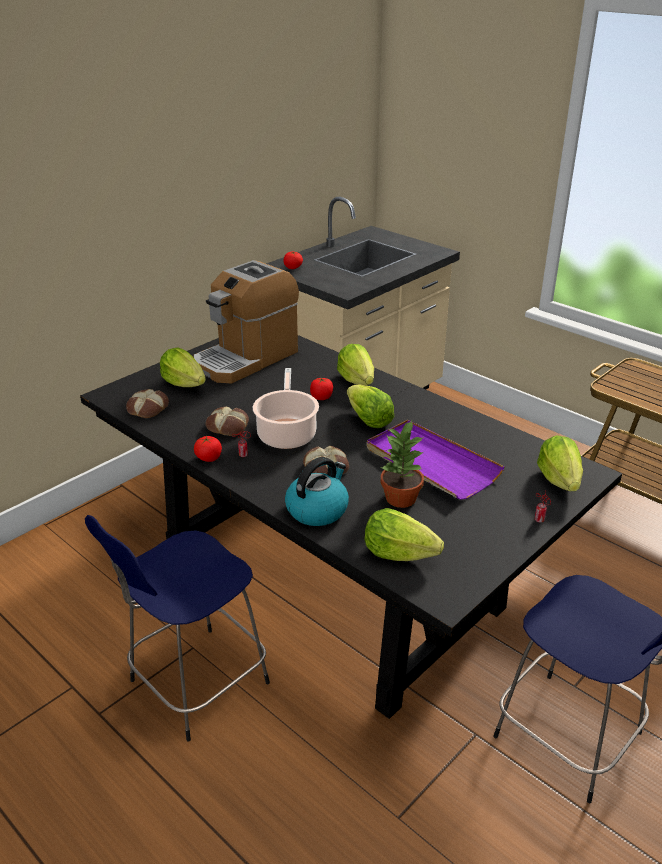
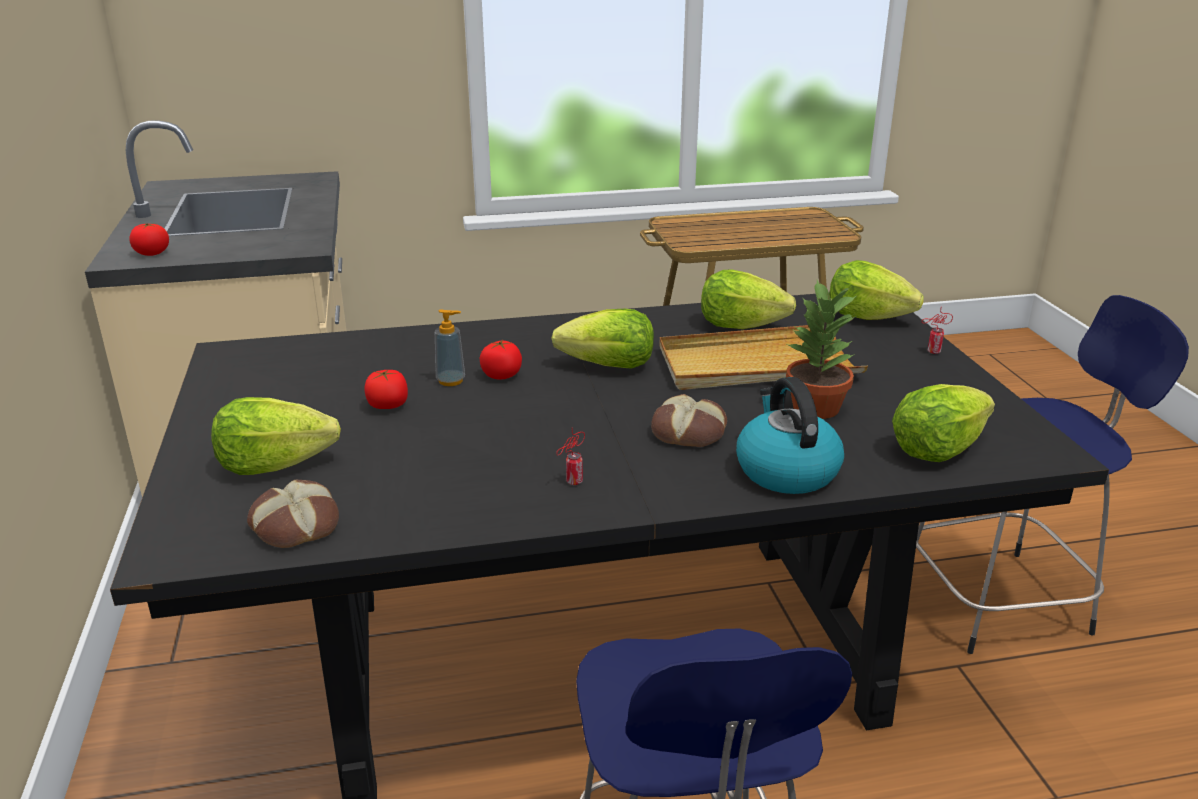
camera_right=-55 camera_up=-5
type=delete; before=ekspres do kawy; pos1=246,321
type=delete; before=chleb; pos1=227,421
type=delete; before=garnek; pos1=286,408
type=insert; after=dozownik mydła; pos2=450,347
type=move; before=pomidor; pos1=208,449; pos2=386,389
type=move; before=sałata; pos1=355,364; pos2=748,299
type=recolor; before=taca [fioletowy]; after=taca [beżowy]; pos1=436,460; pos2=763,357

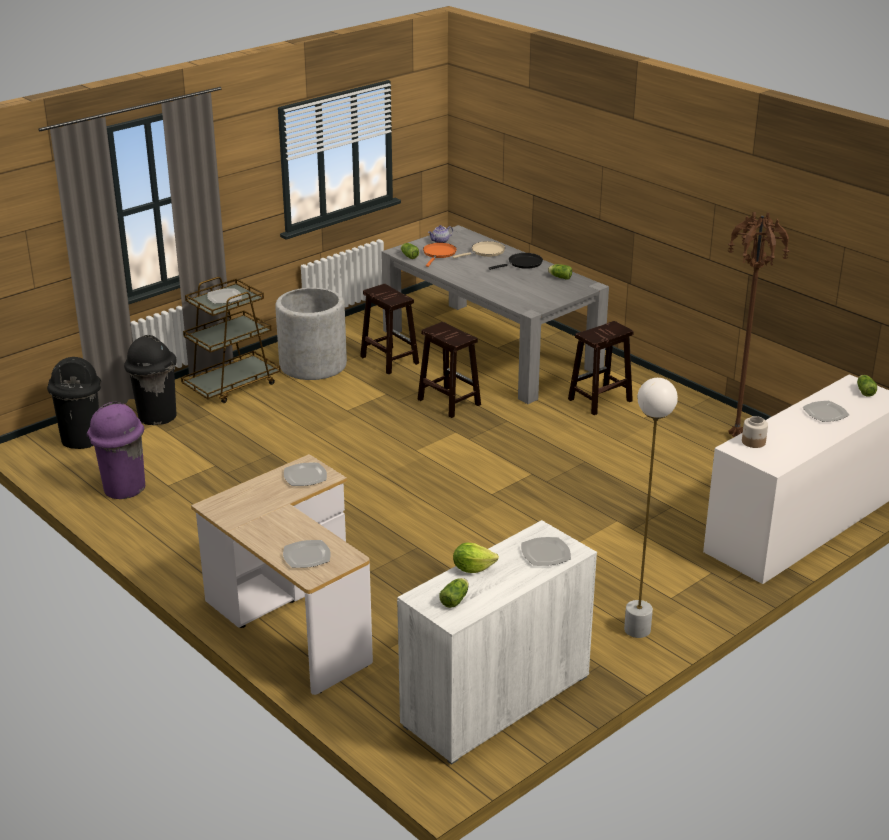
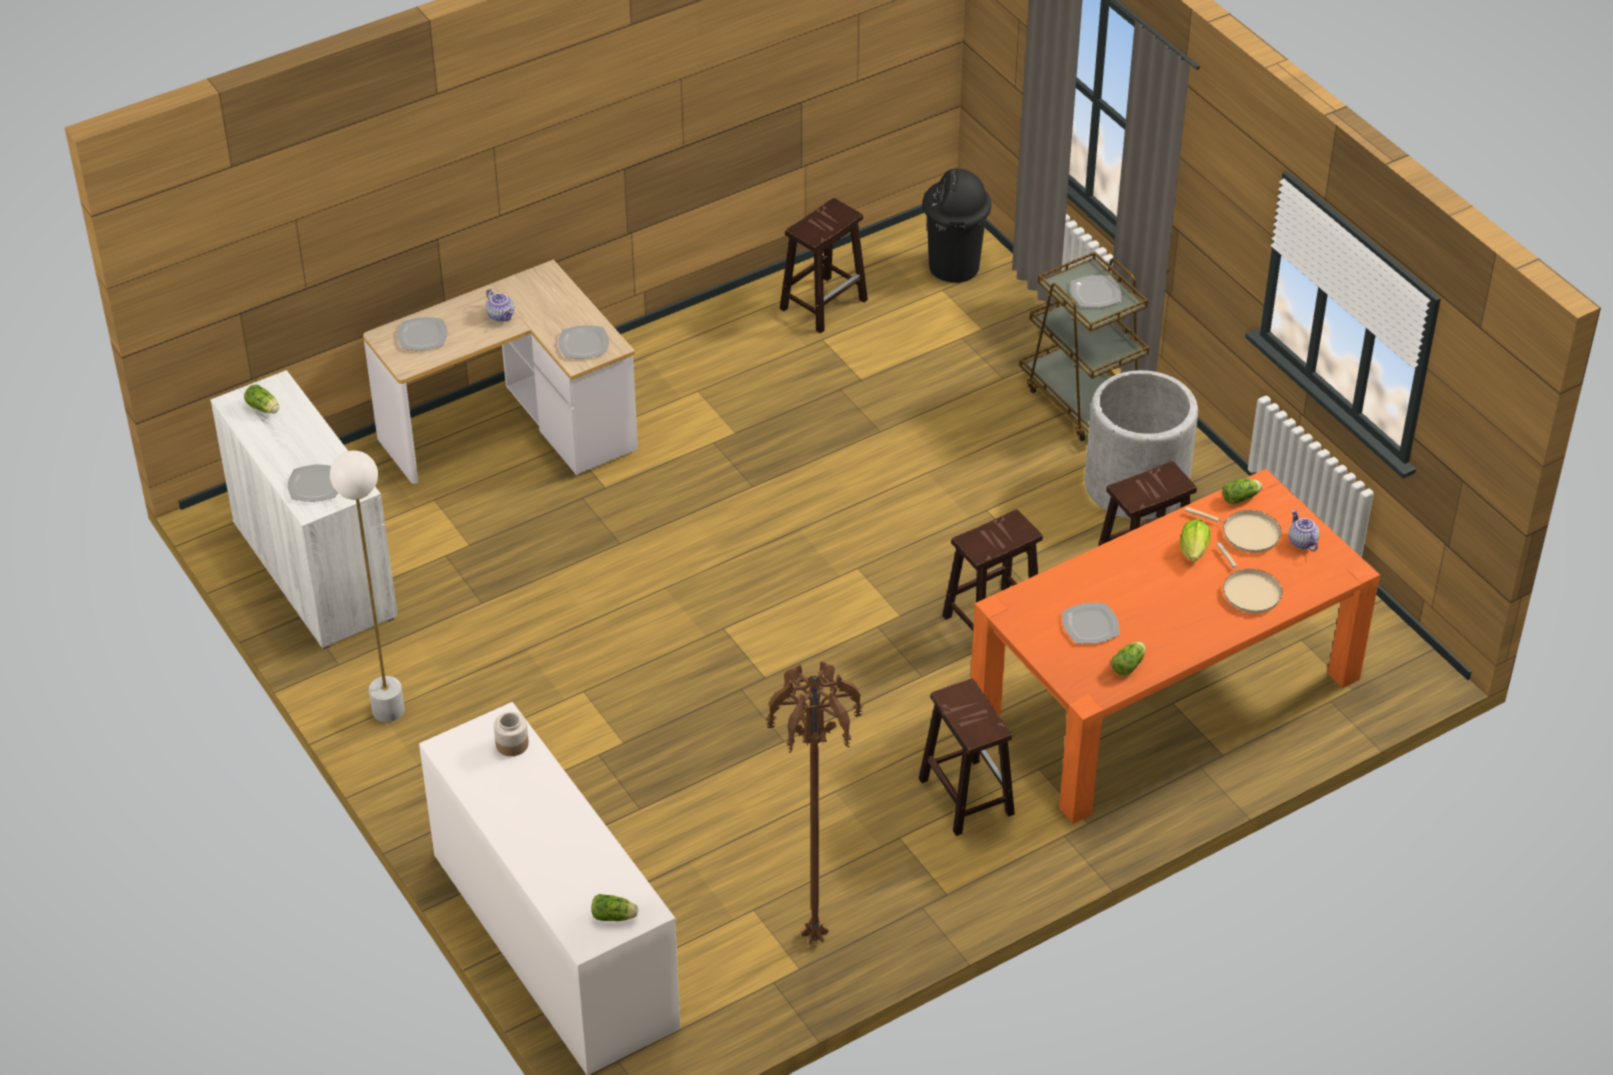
camera_right=100 camera_up=15
type=delete; before=kosz na śmieci [czarny]; pos1=150,380
type=delete; before=patelnia [czarny]; pos1=516,261
type=insert; after=imbryk; pos2=500,305
type=move; before=sałata; pos1=476,558; pos2=1195,540
type=move; before=talerz; pos1=826,411; pos2=1091,623
type=replace; before=kosz na śmieci [fioletowy]; after=stołek [brązowy]; pos1=116,450; pos2=824,266
type=recolor; before=stół jadalny [szary]; after=stół jadalny [pomarańczowy]; pos1=495,314; pos2=1175,646
type=recolor; before=patelnia [pomarańczowy]; after=patelnia [beżowy]; pos1=440,255; pos2=1233,530

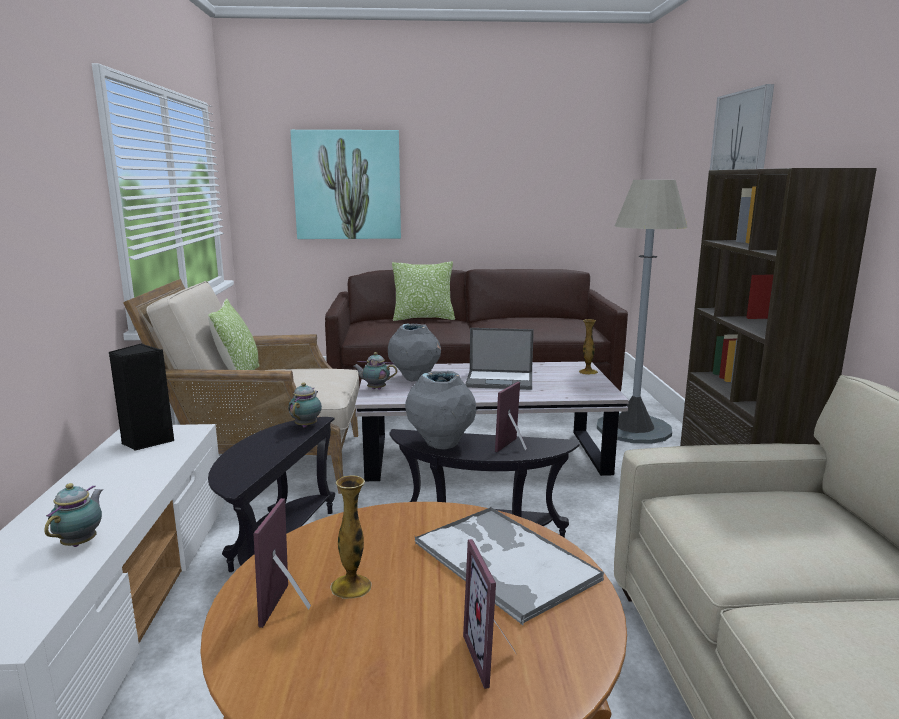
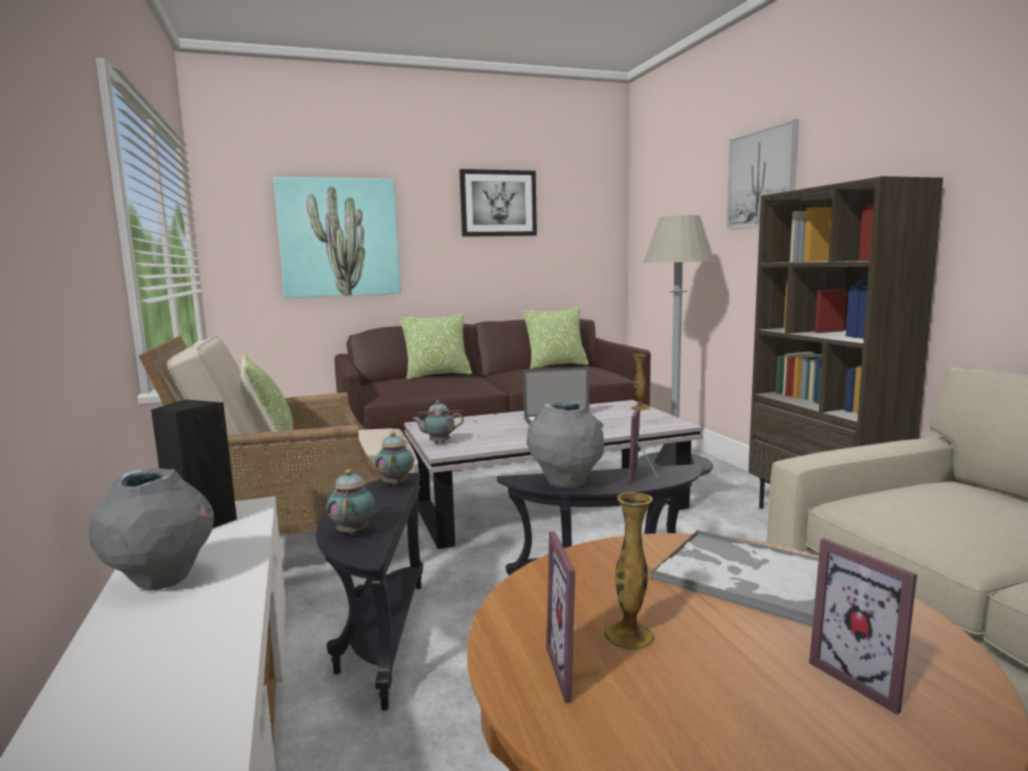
camera_right=-15 camera_up=-5
type=insert; after=obraz; pos2=498,203
type=insert; after=poduszka; pos2=556,338
type=move; before=imbryk; pos1=73,515; pos2=350,502
type=move; before=wazon [szary]; pos1=414,352; pos2=151,529

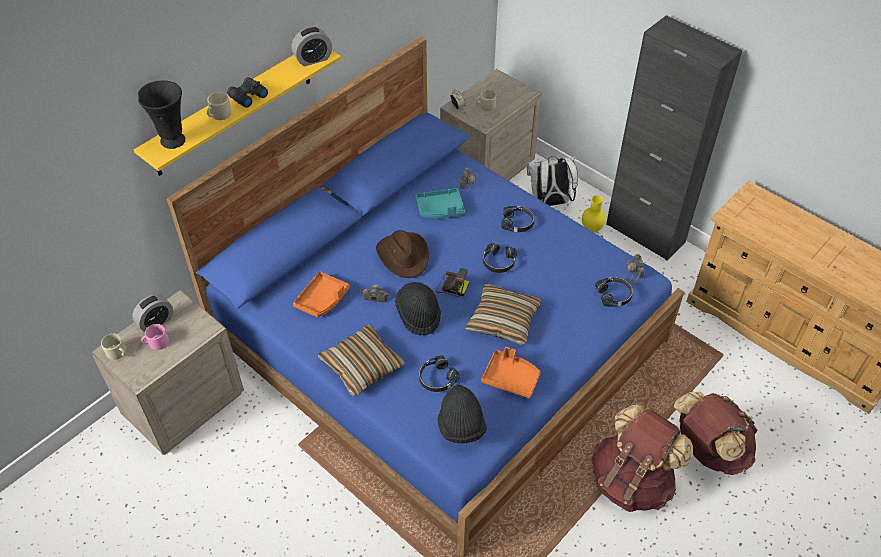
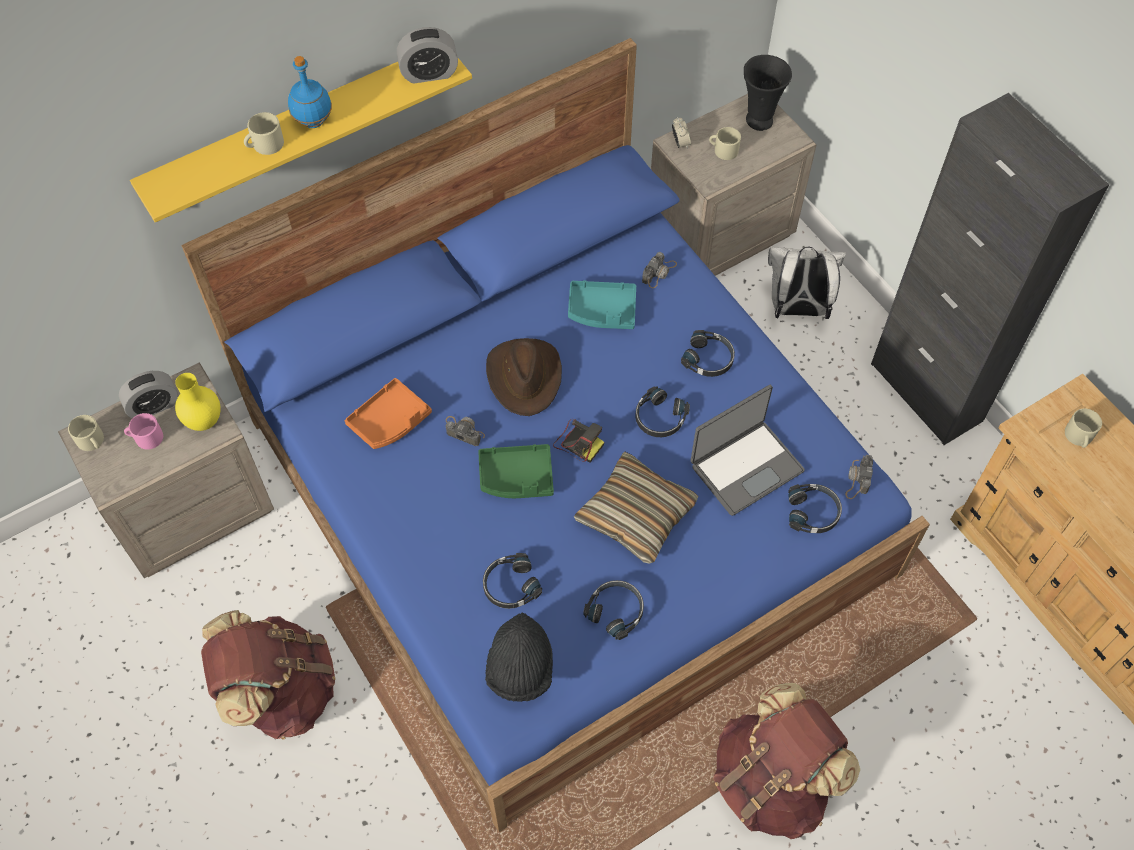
camera_right=15 camera_up=10
type=delete; before=poduszka; pos1=361,360
type=insert; after=laptop; pos2=748,450
type=insert; after=kubek [beżowy]; pos2=1083,428
type=move; before=wazon [czarny]; pos1=161,115; pos2=768,93
type=move; before=wazon [żółty]; pos1=594,213; pos2=198,402
type=move; before=plecak [brązowy]; pos1=716,433; pos2=268,674
type=replace; before=lornetka [czarny]; after=butelka [niebieski]; pos1=247,92; pos2=310,92
type=replace; before=kapelusz [czarny]; after=taca [zielony]; pos1=418,308; pos2=516,471
type=replace; before=taca [pomarańczowy]; after=słuchawki [czarny]; pos1=511,373; pos2=613,610

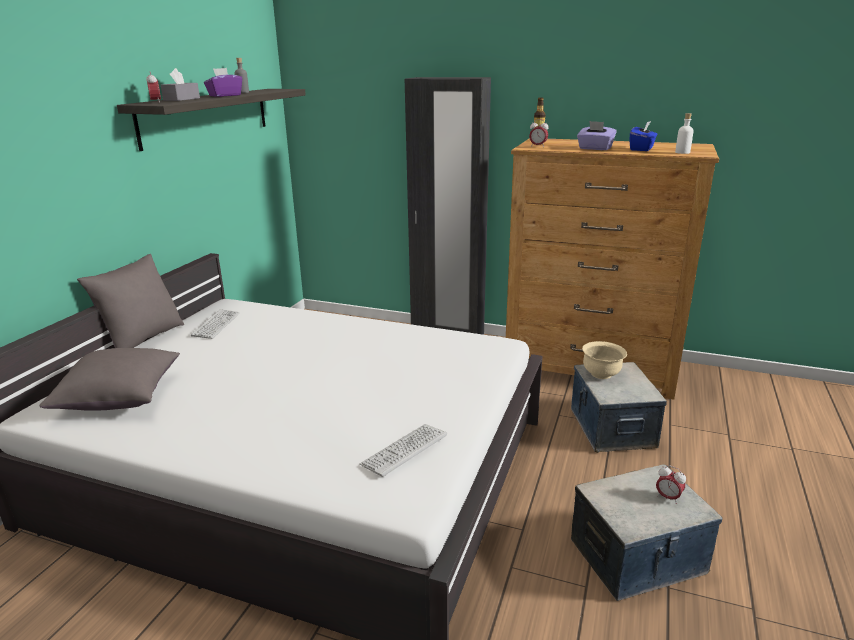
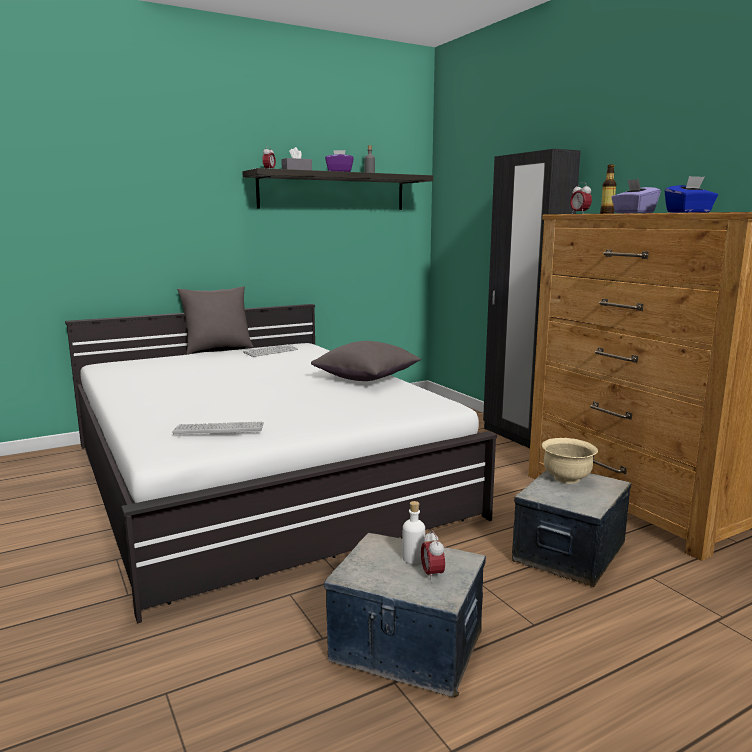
camera_right=40 camera_up=-10
type=move; before=poduszka [szary]; pos1=109,379; pos2=366,361
type=move; before=butelka [biały]; pos1=684,133; pos2=413,532

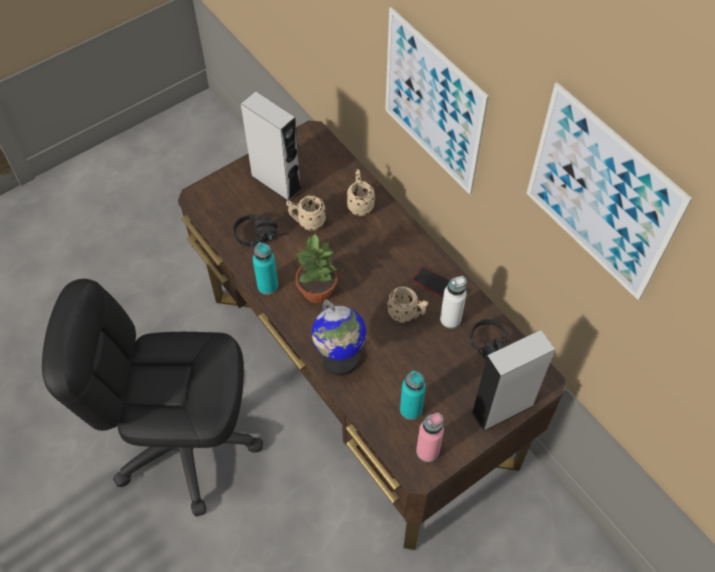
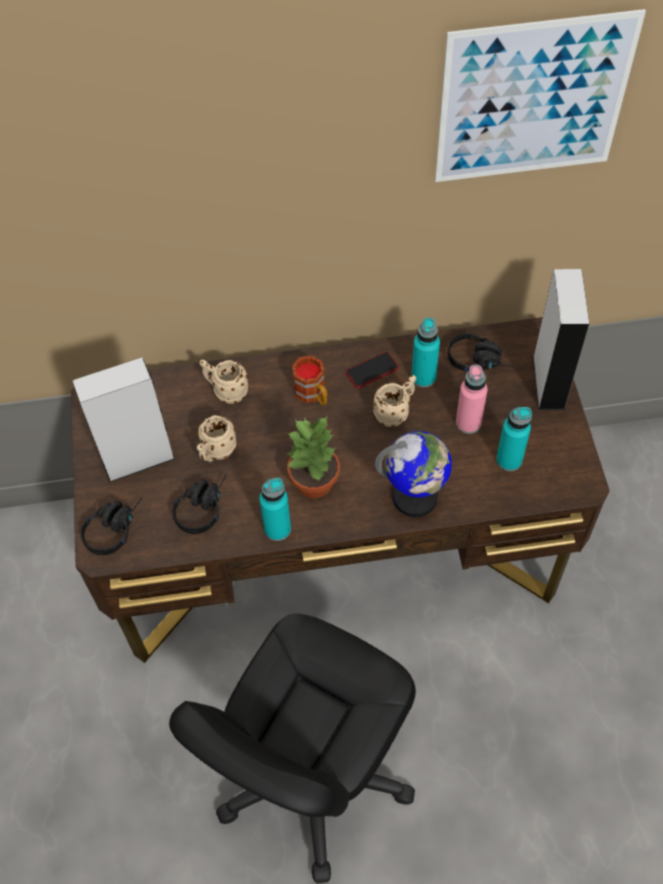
camera_right=-60 camera_up=0
type=delete; before=obraz; pos1=437,101
type=insert; after=słuchawki [czarny]; pos2=111,526
type=insert; after=kubek; pos2=309,380
type=move; before=butelka [różowy]; pos1=430,437; pos2=472,399
type=recolor; before=butelka [biały]; after=butelka [turkusowy]; pos1=453,302; pos2=425,352

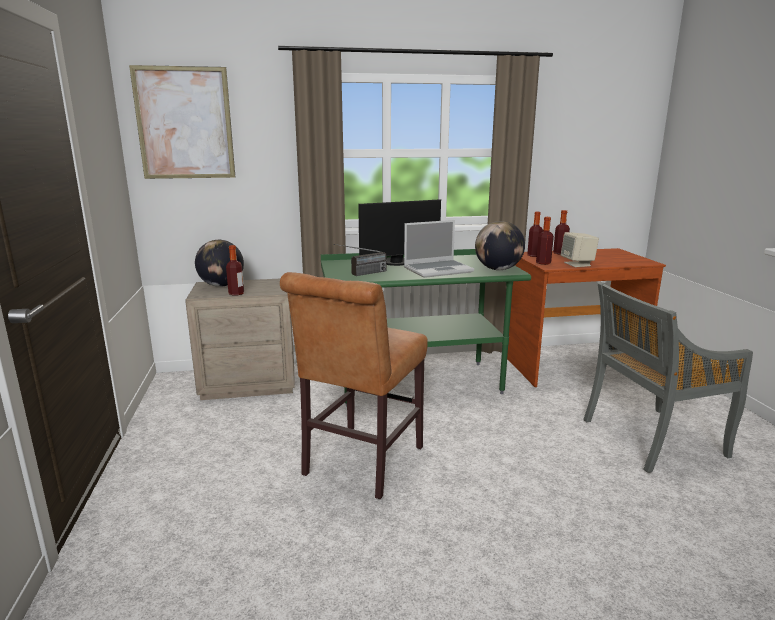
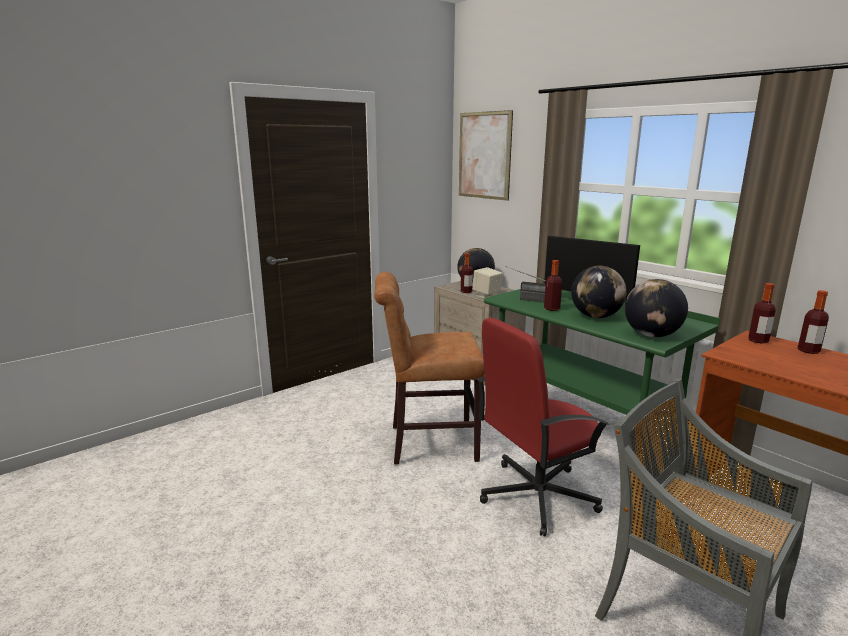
camera_right=60 camera_up=0
type=insert; after=krzesło biurowe [czerwony]; pos2=543,427
type=move; before=butelka; pos1=545,241; pos2=553,285
type=move; before=głośnik [beżowy]; pos1=580,249; pos2=487,283
type=replace; before=laptop; after=globus; pos1=439,249; pos2=599,292

